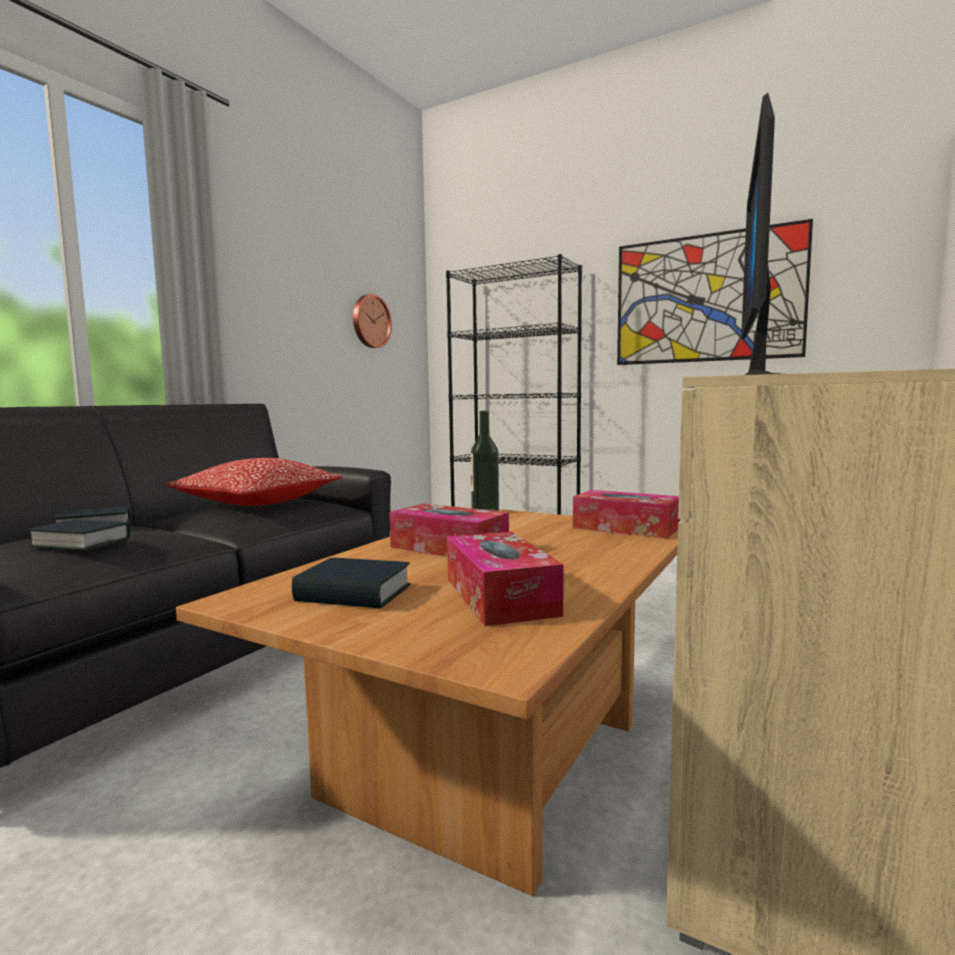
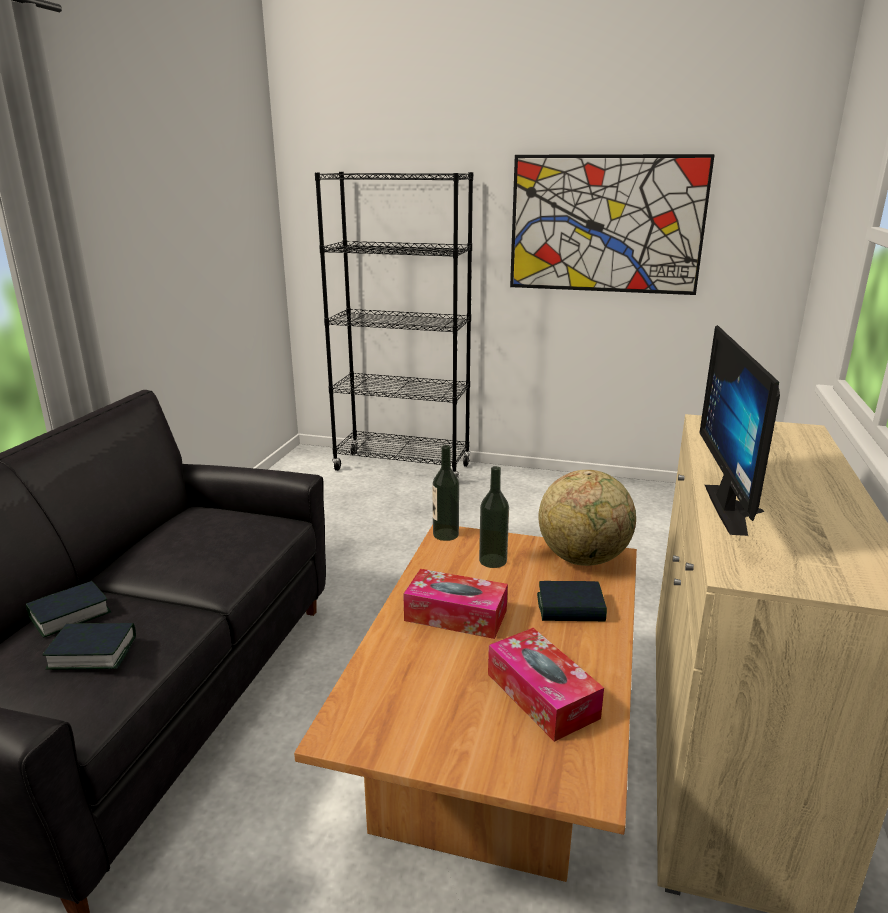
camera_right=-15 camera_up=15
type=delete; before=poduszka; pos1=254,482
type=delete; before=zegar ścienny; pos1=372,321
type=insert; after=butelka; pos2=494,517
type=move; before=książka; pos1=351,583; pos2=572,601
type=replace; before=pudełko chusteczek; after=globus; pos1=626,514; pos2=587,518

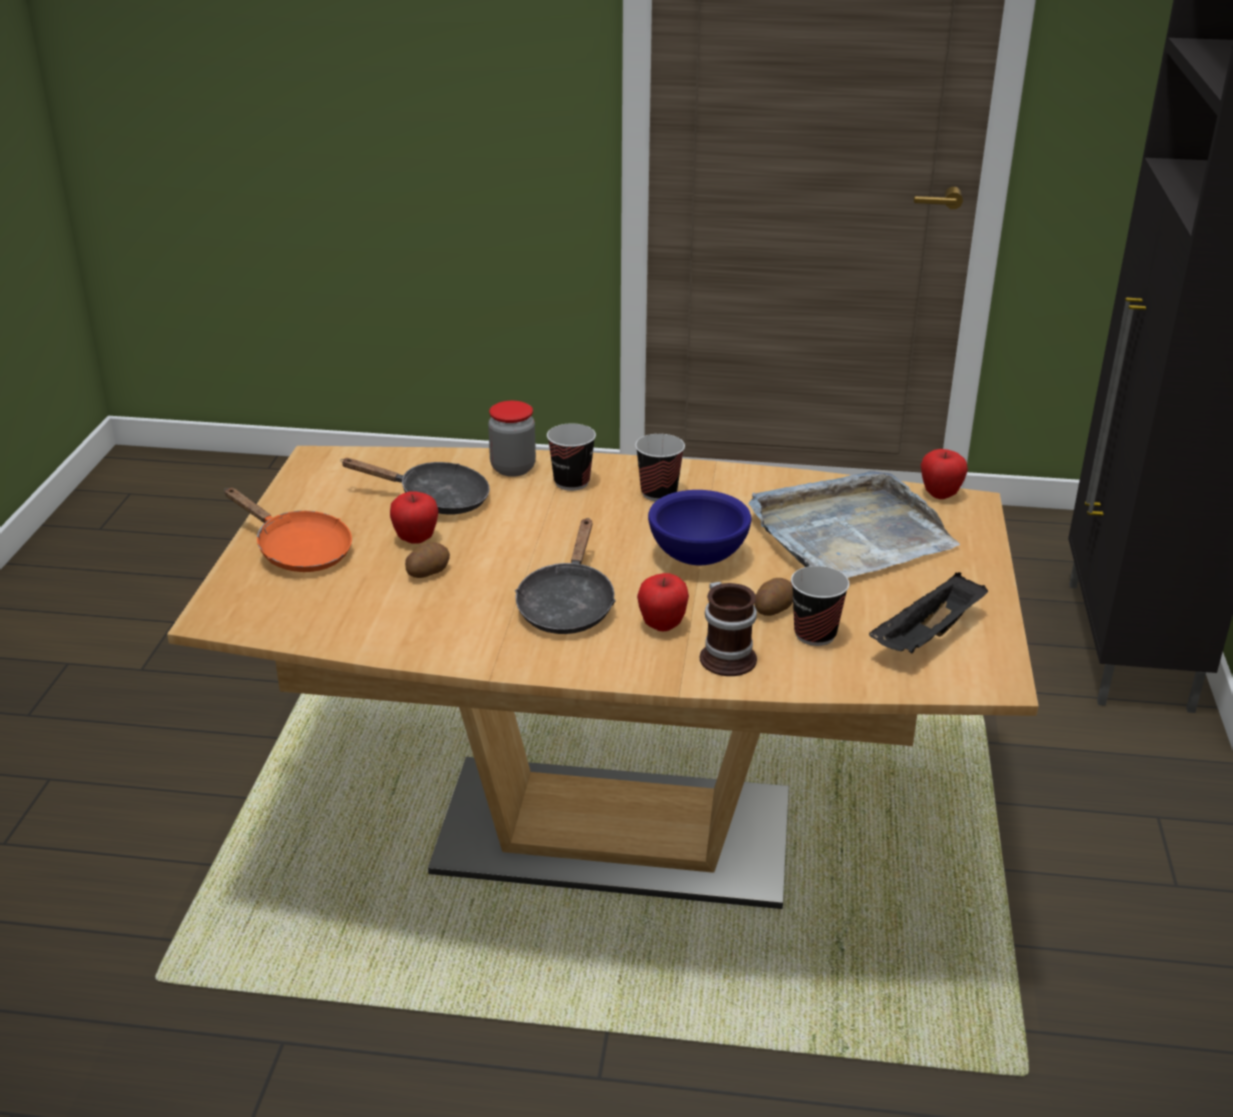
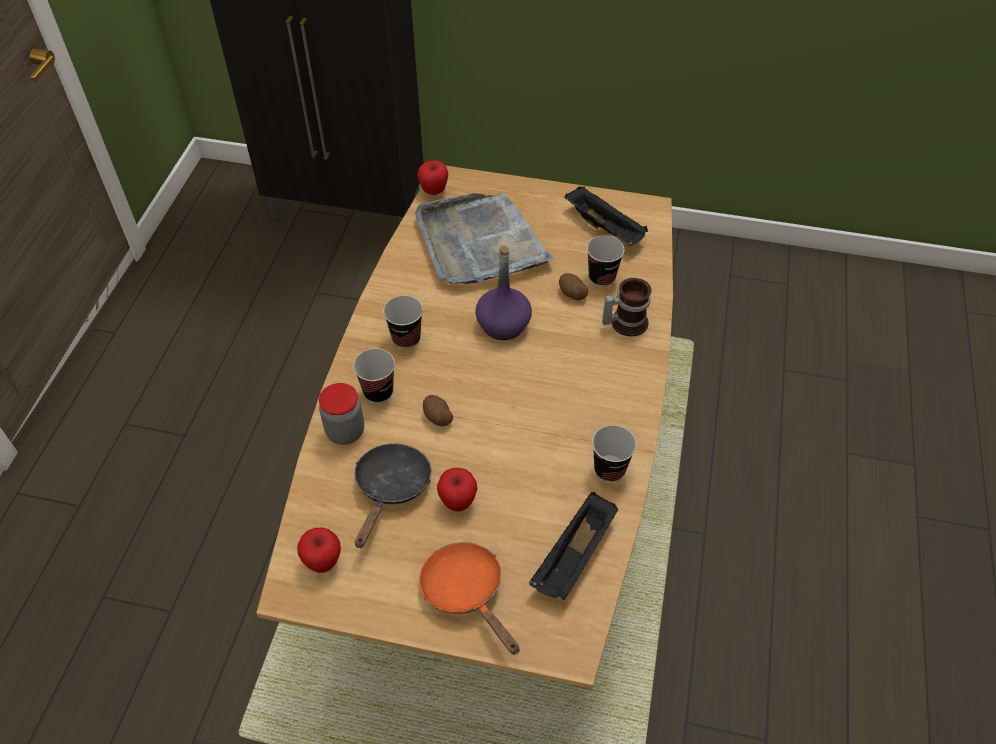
camera_right=-85 camera_up=20
type=delete; before=patelnia [czarny]; pos1=565,576
type=insert; after=taca [czarny]; pos2=573,546
type=insert; after=filiżanka; pos2=614,453
type=move; before=ziemniak; pos1=427,560; pos2=438,410
type=move; before=jabłko; pos1=663,602; pos2=319,550
type=replace; before=miska [niebieski]; after=butelka [fioletowy]; pos1=700,527; pos2=503,292
type=rotate; before=patelnia [pomarańczowy]; pos1=288,530; pos2=469,598; turn=-75

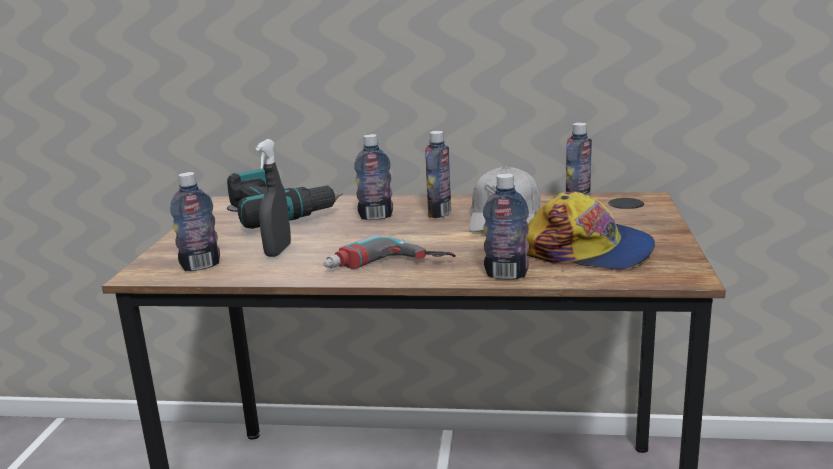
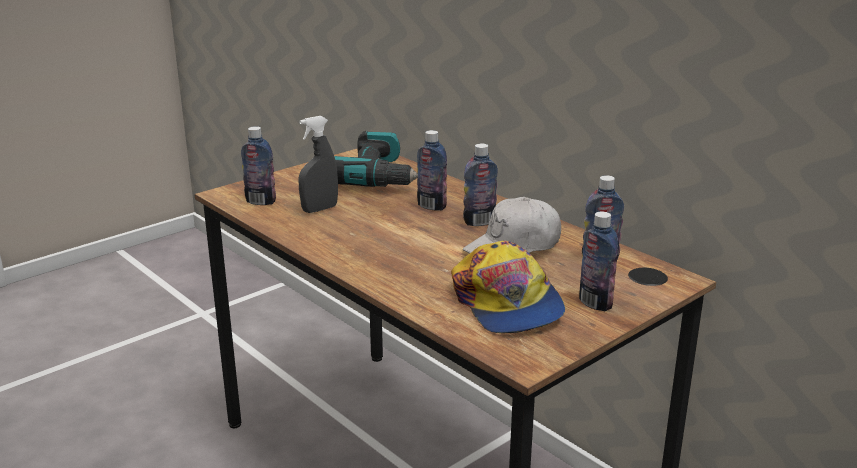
camera_right=40 camera_up=5
type=delete; before=wiertarka; pos1=390,251
type=move; before=butelka; pos1=506,226; pos2=598,261

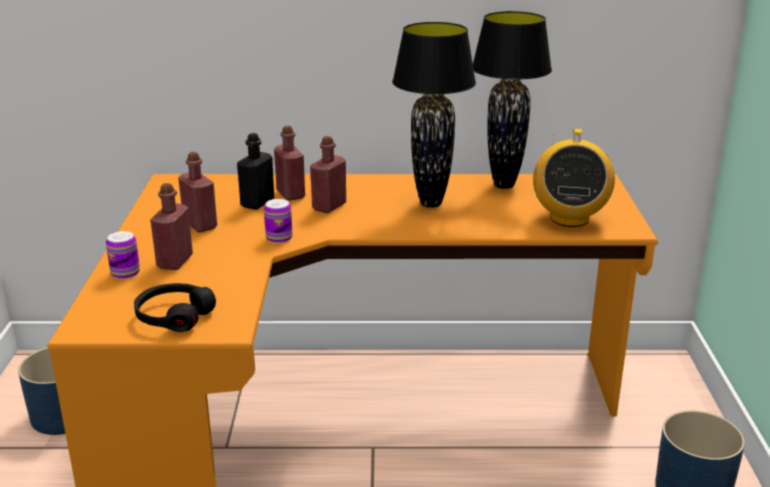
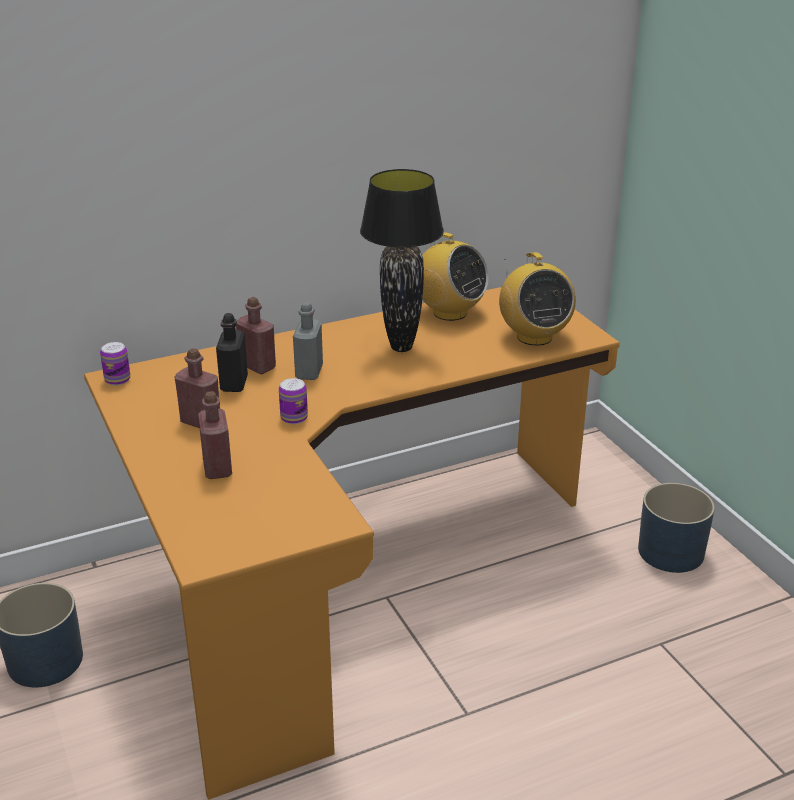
camera_right=-25 camera_up=5
type=delete; before=słuchawki [czarny]; pos1=175,307
type=move; before=puszka; pos1=123,255; pos2=115,363
type=replace; before=lampa stołowa [czarny]; after=radio; pos1=512,100; pos2=455,276
type=recolor; before=butelka [czerwony]; after=butelka [szary]; pos1=328,174; pos2=308,341

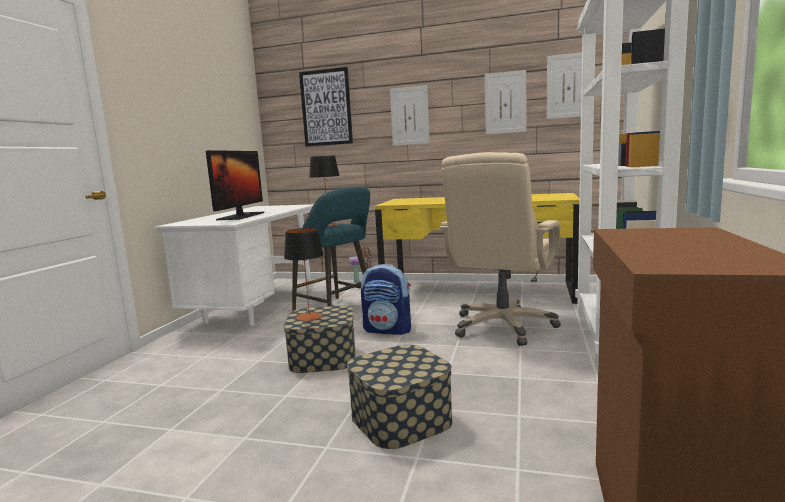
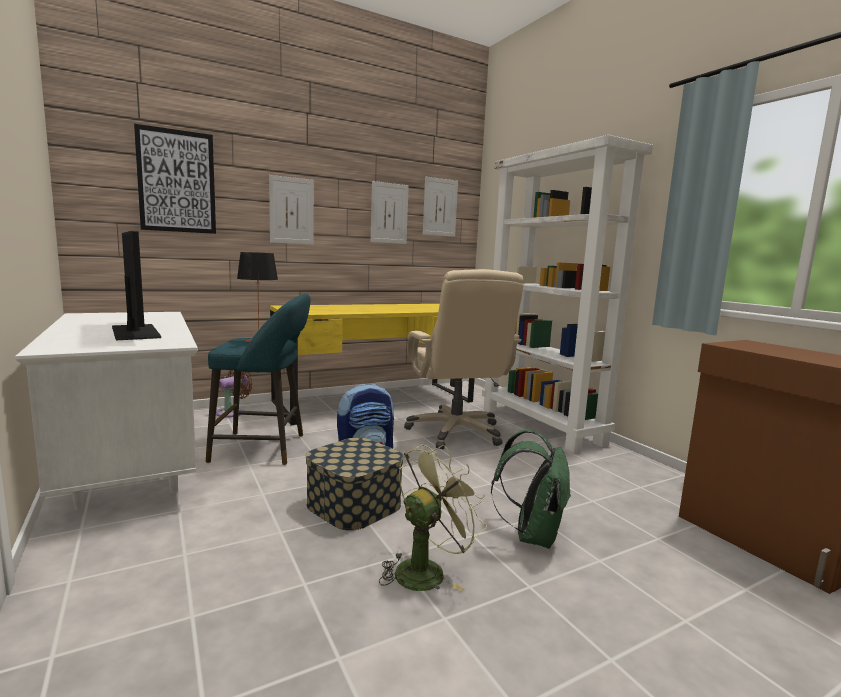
camera_right=-45 camera_up=0
type=delete; before=lampa stołowa; pos1=304,274
type=insert; after=wentylator [zielony]; pos2=433,518
type=replace; before=pojemnik do przechowywania; after=plecak [zielony]; pos1=400,397; pos2=531,489

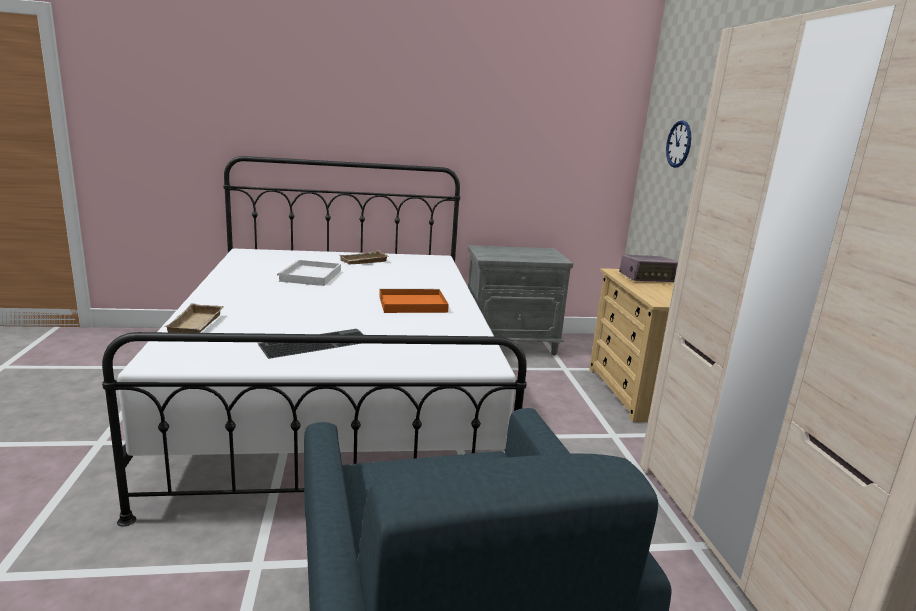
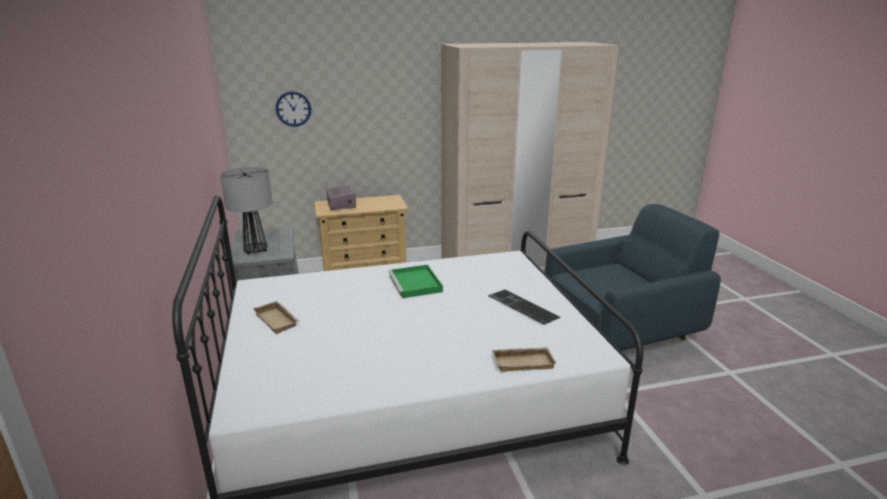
camera_right=-95 camera_up=5
type=delete; before=taca [biały]; pos1=309,273
type=insert; after=lampa stołowa; pos2=246,211
type=recolor; before=taca [pomarańczowy]; after=taca [zielony]; pos1=414,300; pos2=415,281

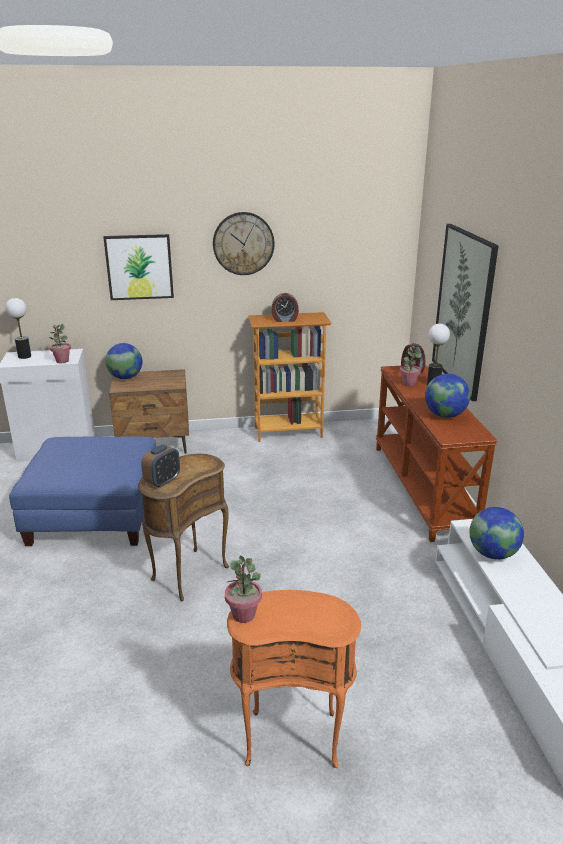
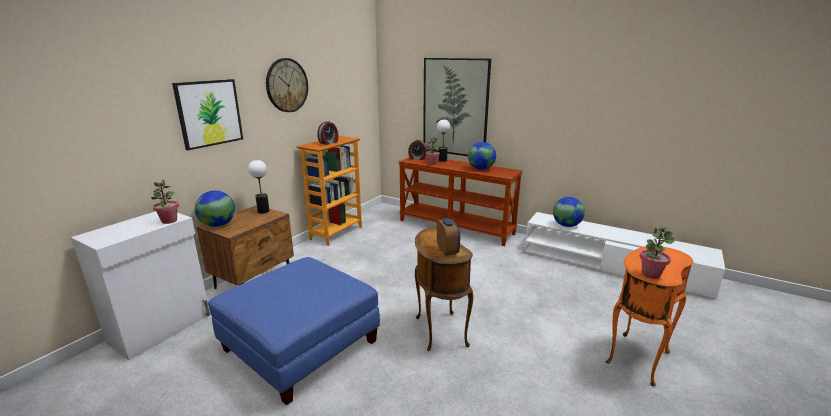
camera_right=-50 camera_up=-5
type=move; before=lampa stołowa; pos1=18,328; pos2=259,187

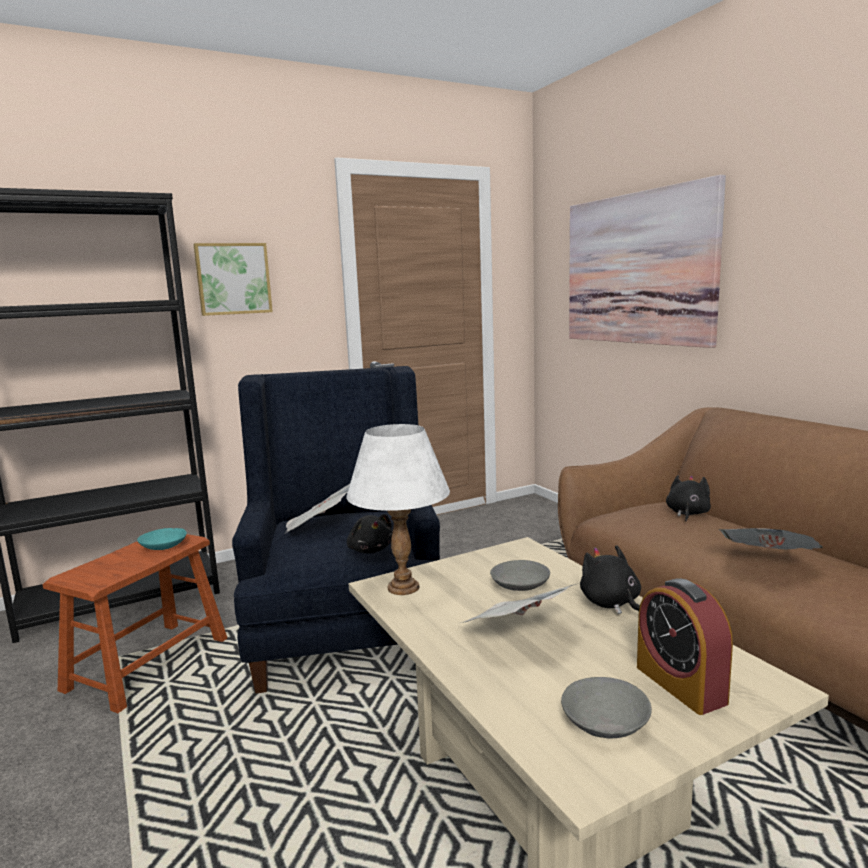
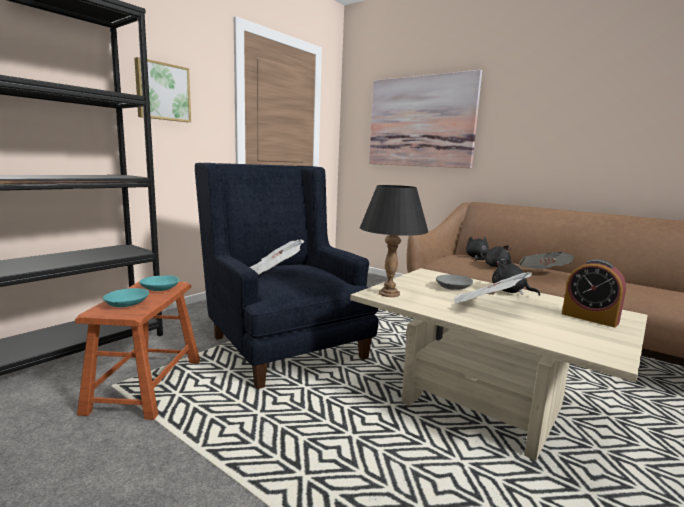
camera_right=-25 camera_up=0
type=delete; before=miska [szary]; pos1=606,707
type=insert; after=miska [turkusowy]; pos2=126,297
type=move; before=pluszak [czarny]; pos1=369,533; pos2=493,256
type=recolor; before=lampa stołowa [biały]; after=lampa stołowa [czarny]; pos1=398,509; pos2=394,241

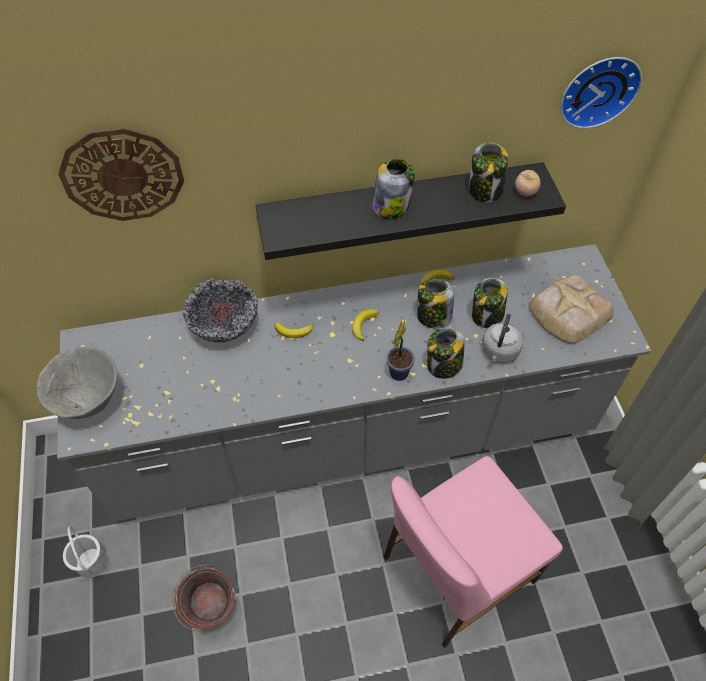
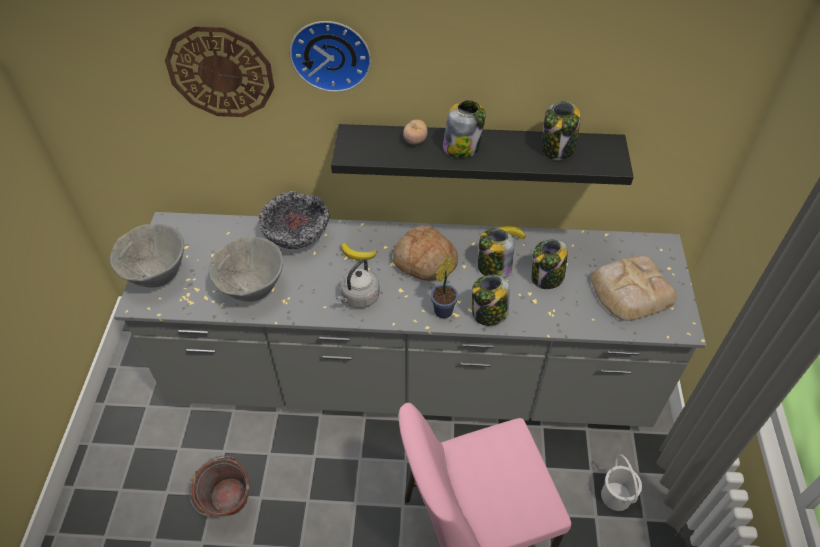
camera_right=15 camera_up=-5
type=insert; after=miska [szary]; pos2=246,269
type=move; before=wiadro [biały]; pos1=85,552; pos2=621,482
type=move; before=czajnik [szary]; pos1=502,338; pos2=358,283
type=move; before=pomidor; pos1=528,183; pos2=415,132
type=move; before=zegar ścienny; pos1=601,93; pos2=330,56
type=replace; before=banan; after=chleb; pos1=365,325; pos2=425,253

